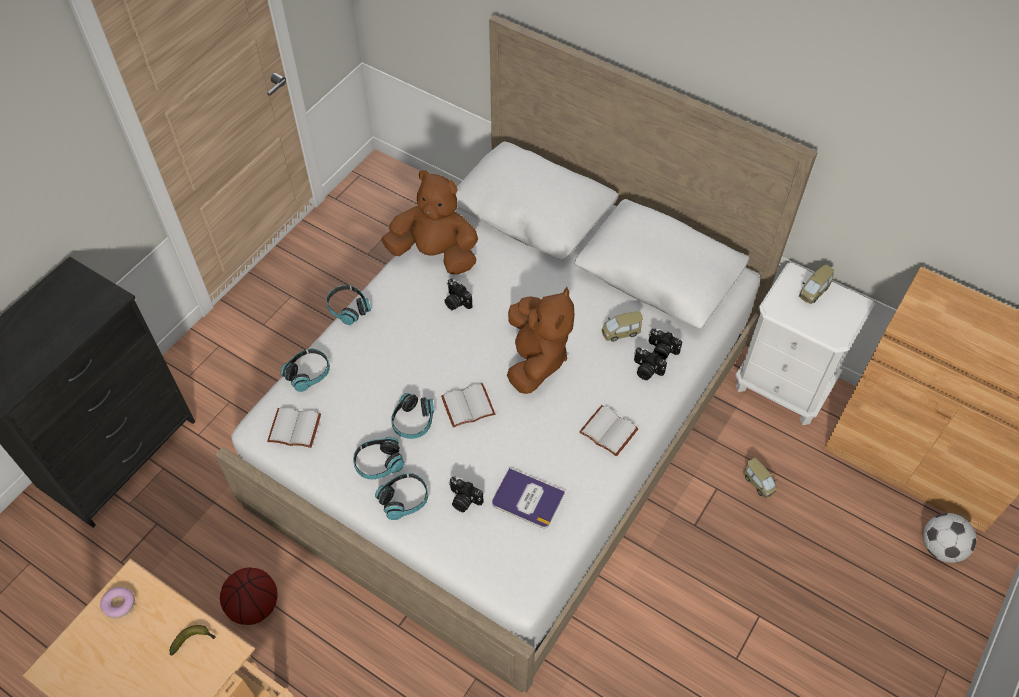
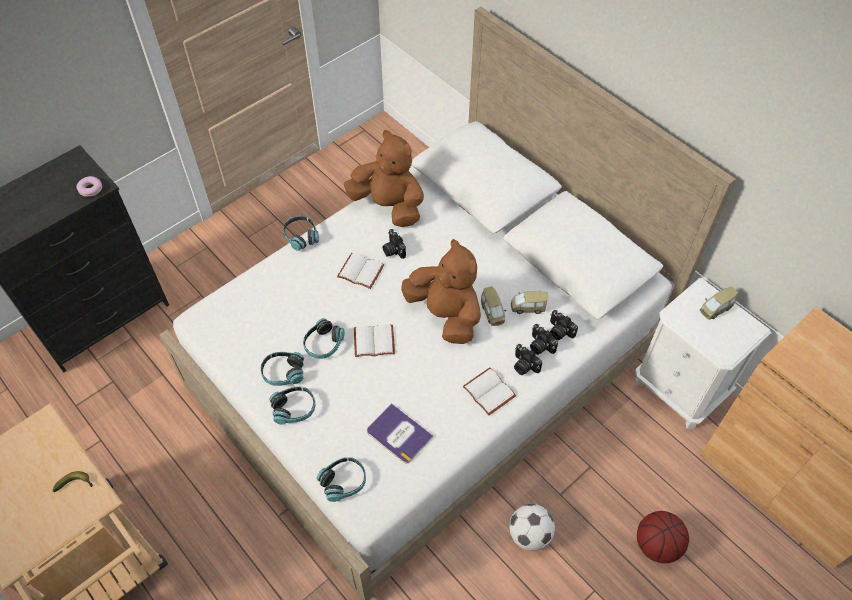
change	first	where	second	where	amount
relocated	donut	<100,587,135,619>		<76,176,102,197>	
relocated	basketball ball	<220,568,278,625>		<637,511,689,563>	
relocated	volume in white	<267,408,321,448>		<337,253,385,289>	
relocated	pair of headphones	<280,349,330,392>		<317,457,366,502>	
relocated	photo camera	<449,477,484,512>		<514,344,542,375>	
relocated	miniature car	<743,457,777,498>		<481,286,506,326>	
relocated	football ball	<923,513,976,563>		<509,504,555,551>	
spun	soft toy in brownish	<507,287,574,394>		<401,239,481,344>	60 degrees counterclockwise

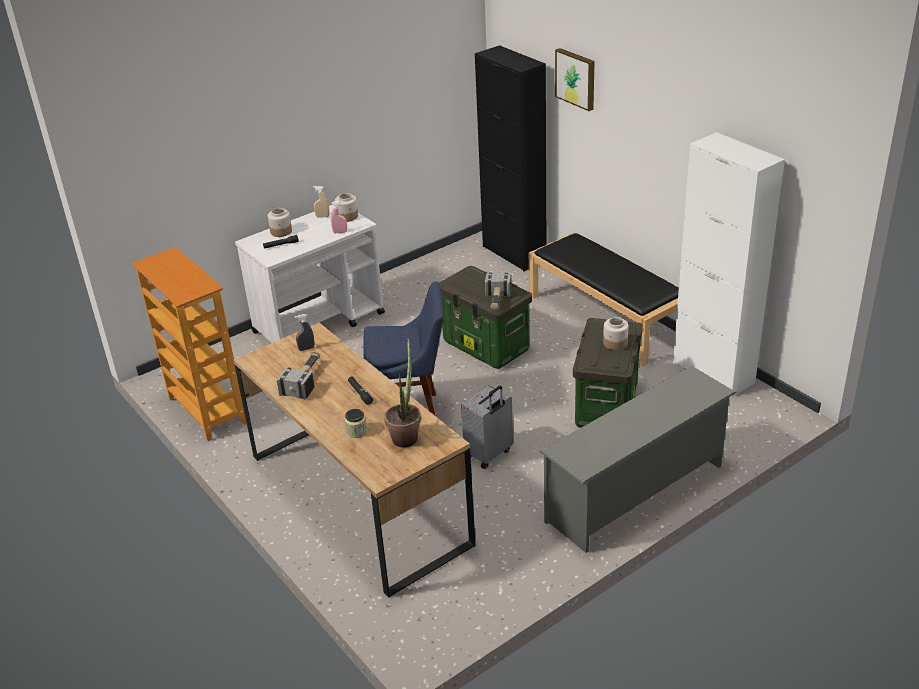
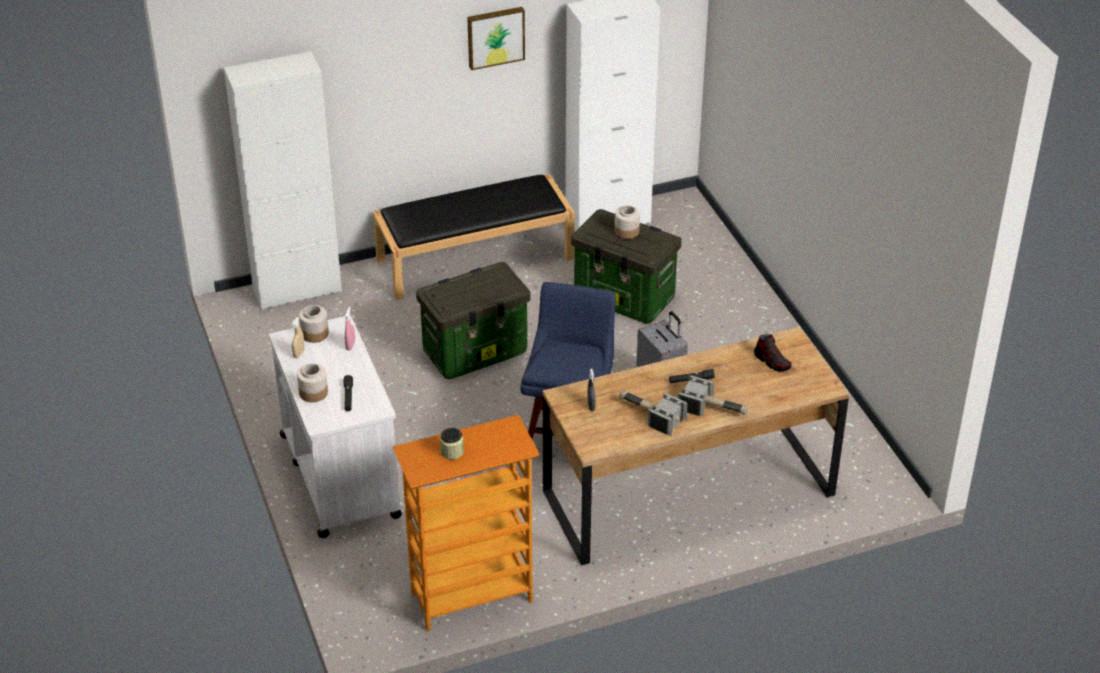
change	first	where	second	where	amount
missing	shoe stand in greyish	<540,366,736,553>			
relocated	storage jar	<345,409,367,438>		<440,428,464,460>	
relocated	hand hammer	<485,272,512,310>		<678,376,749,416>	
relocated	picture	<555,48,595,111>		<467,7,525,70>	
exchanged	houseplant	<384,337,421,448>	shoe	<754,334,792,372>	
colour	storage cabinet in black-coloured	<475,45,546,271>	storage cabinet in white	<224,51,342,310>	

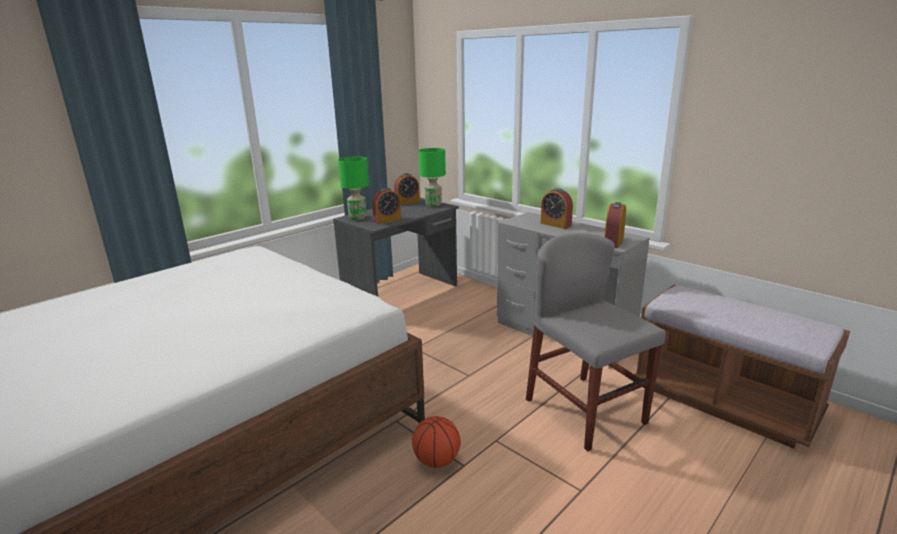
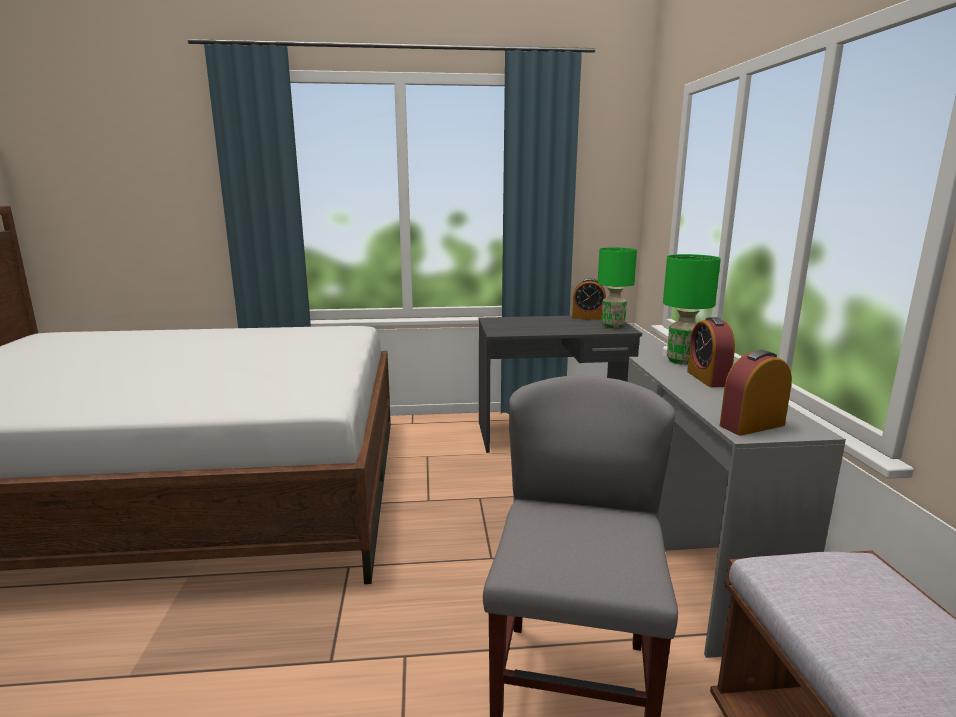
change	first	where	second	where	amount
missing	bedside clock	<372,188,401,224>			
missing	basketball ball	<412,416,461,468>			
relocated	table lamp in greenish	<338,157,369,220>		<663,254,721,365>	

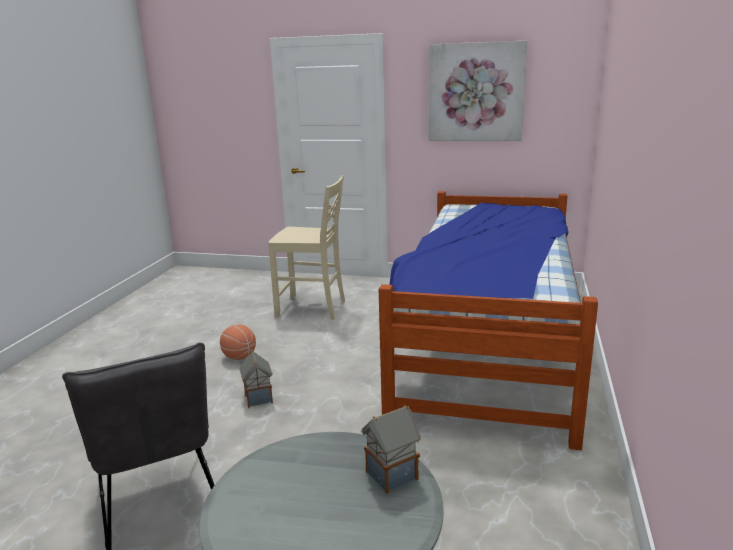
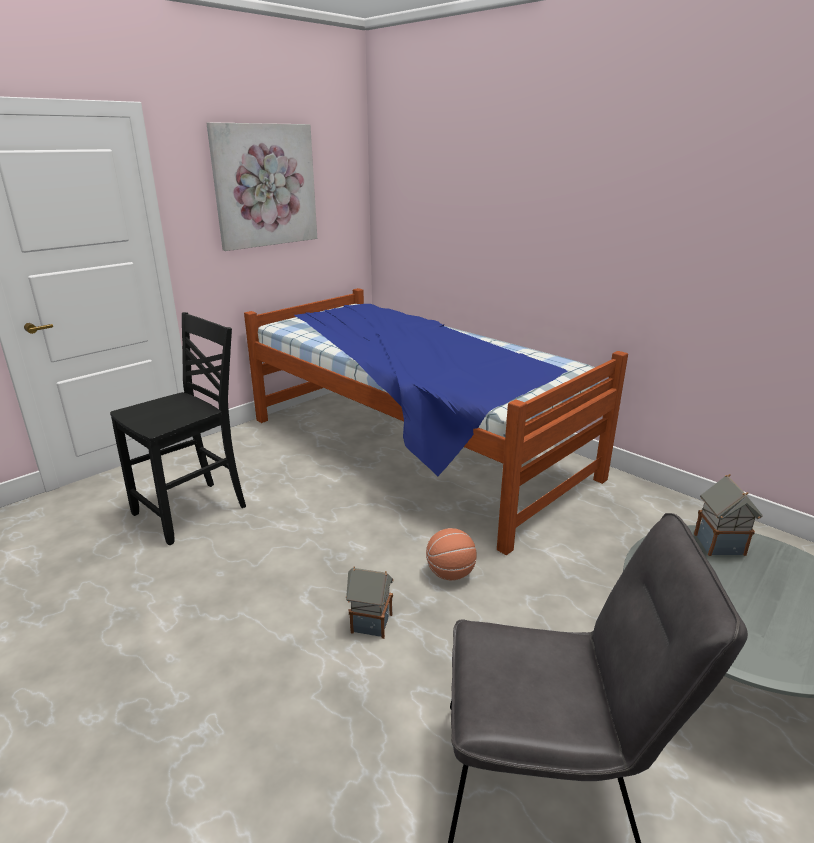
change	first	where	second	where	amount
relocated	basketball ball	<220,324,256,360>		<426,528,477,580>	
colour	upright chair in beige	<268,175,345,320>	upright chair in black-coloured	<110,312,246,545>	

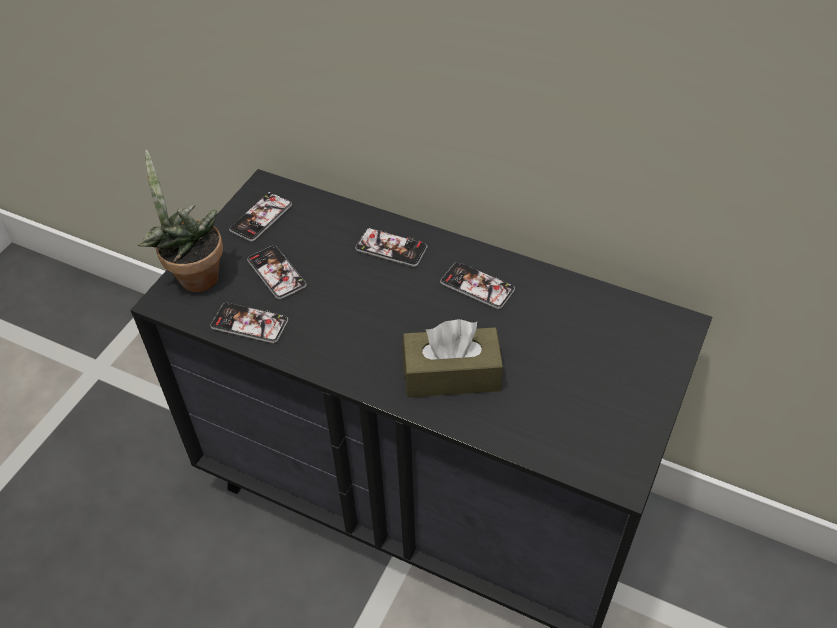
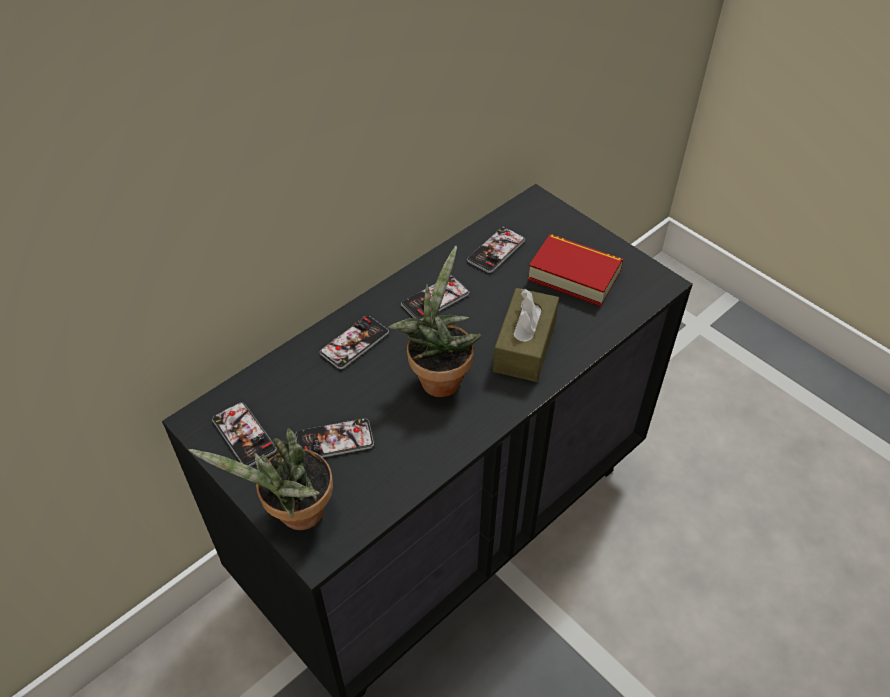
change	first	where	second	where	amount
appeared			houseplant	<388,246,481,397>	
appeared			volume	<528,234,623,307>	
relocated	phone	<210,303,288,343>		<467,226,525,273>	

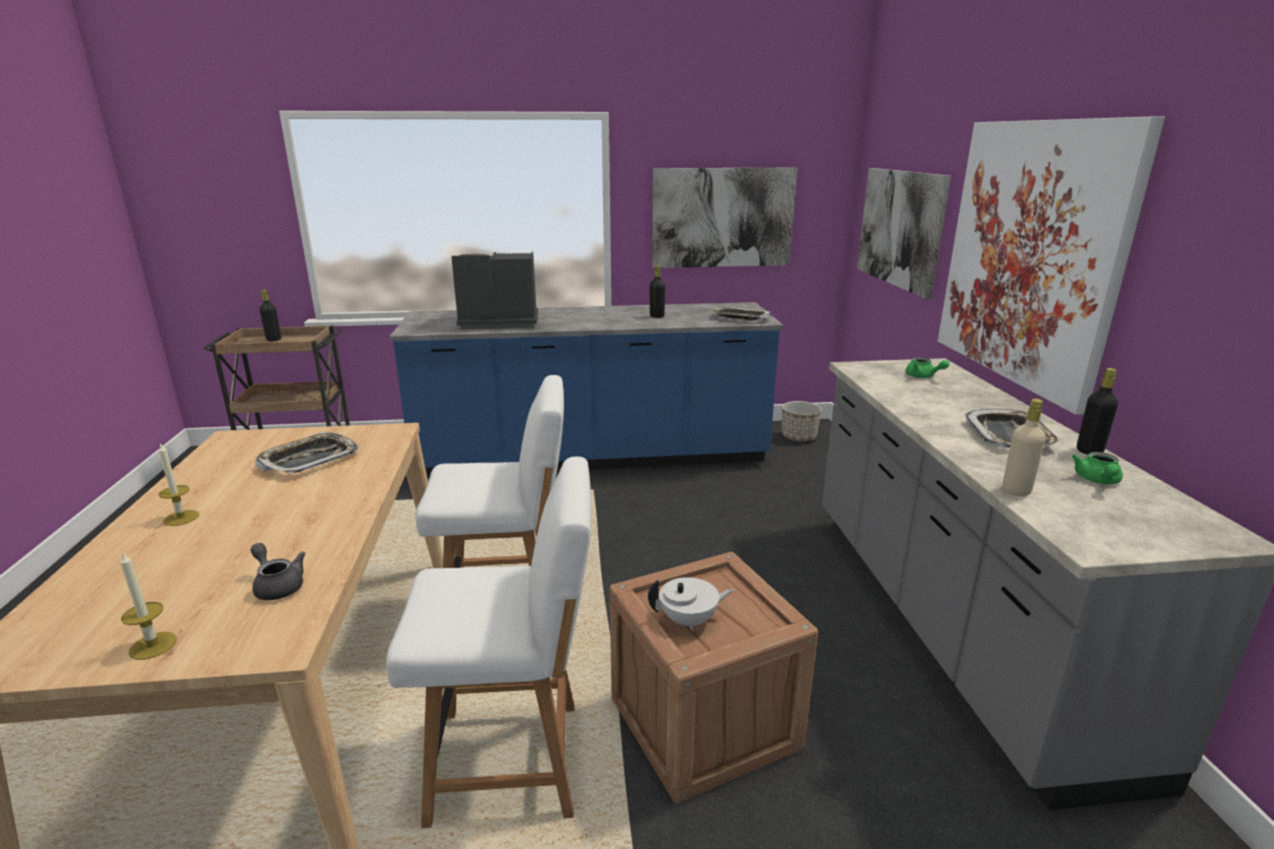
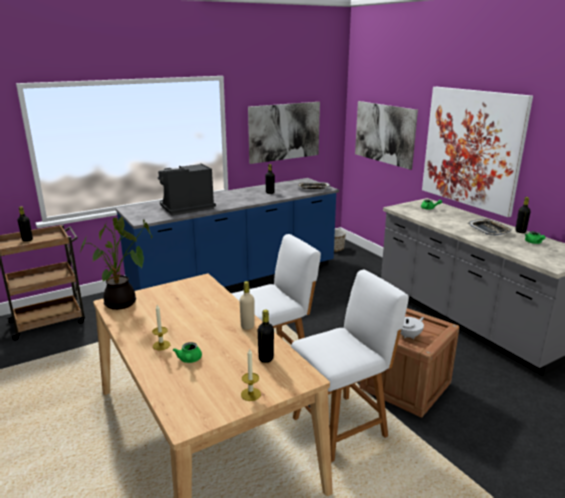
change	first	where	second	where	amount
missing	serving tray	<255,432,359,474>			
appeared			houseplant	<80,217,152,310>	
appeared			teapot in greenish	<173,342,202,363>	
relocated	bottle in beige	<1002,399,1046,496>		<239,281,255,330>	
exchanged	teapot in greyish	<251,543,306,600>	bottle in black-coloured	<258,309,274,363>	

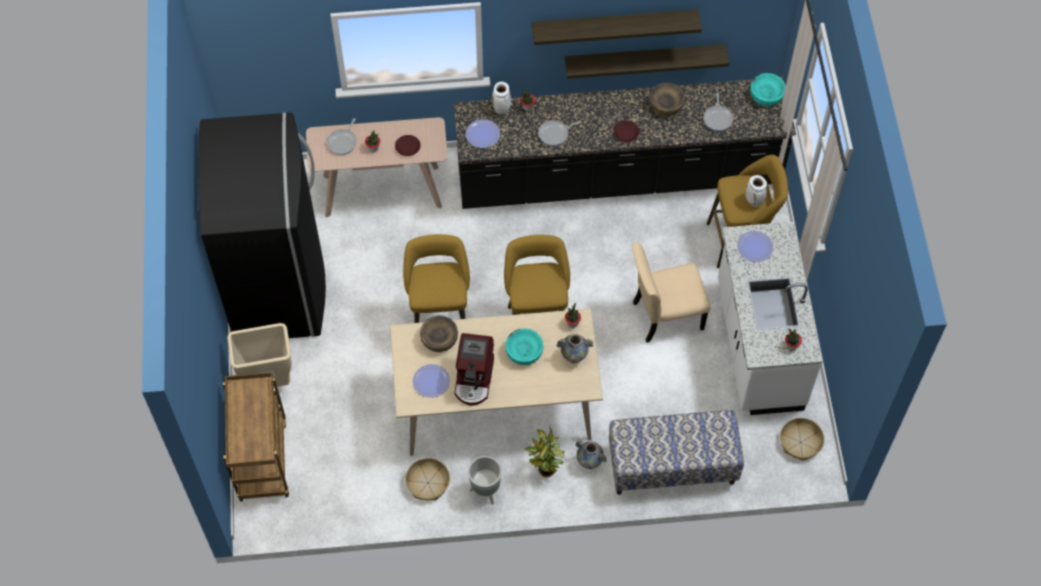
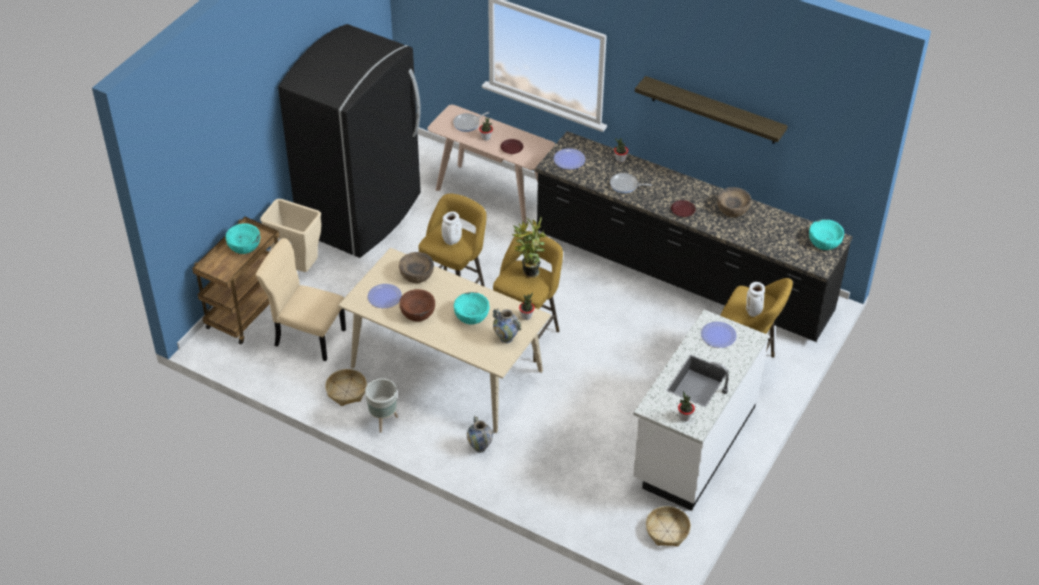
change	first	where	second	where	amount
missing	wall shelf	<565,44,729,79>			
missing	indoor bench	<609,410,744,495>			
missing	frying pan	<703,92,733,131>			
appeared			serving bowl in turquoise	<226,224,260,254>	
relocated	decorative vase in white	<492,82,511,114>		<441,211,462,245>	
relocated	houseplant	<524,427,565,478>		<512,217,546,278>	
relocated	upright chair in beige	<632,242,710,343>		<256,238,346,361>	
exchanged	coffee machine	<454,333,494,405>	serving bowl in brownish	<400,289,435,322>	

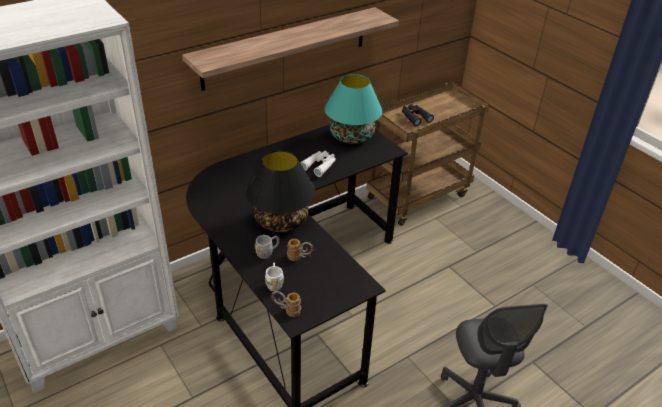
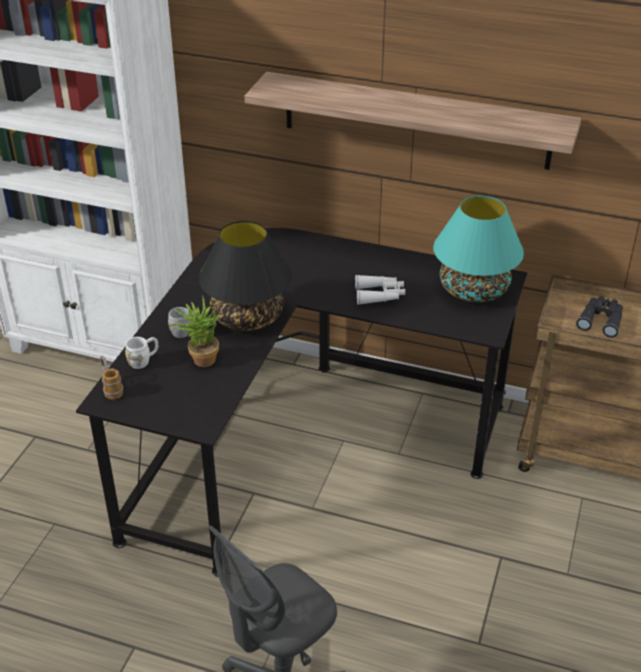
change	first	where	second	where	amount
exchanged	tea mug	<287,239,314,261>	houseplant	<171,296,220,367>	

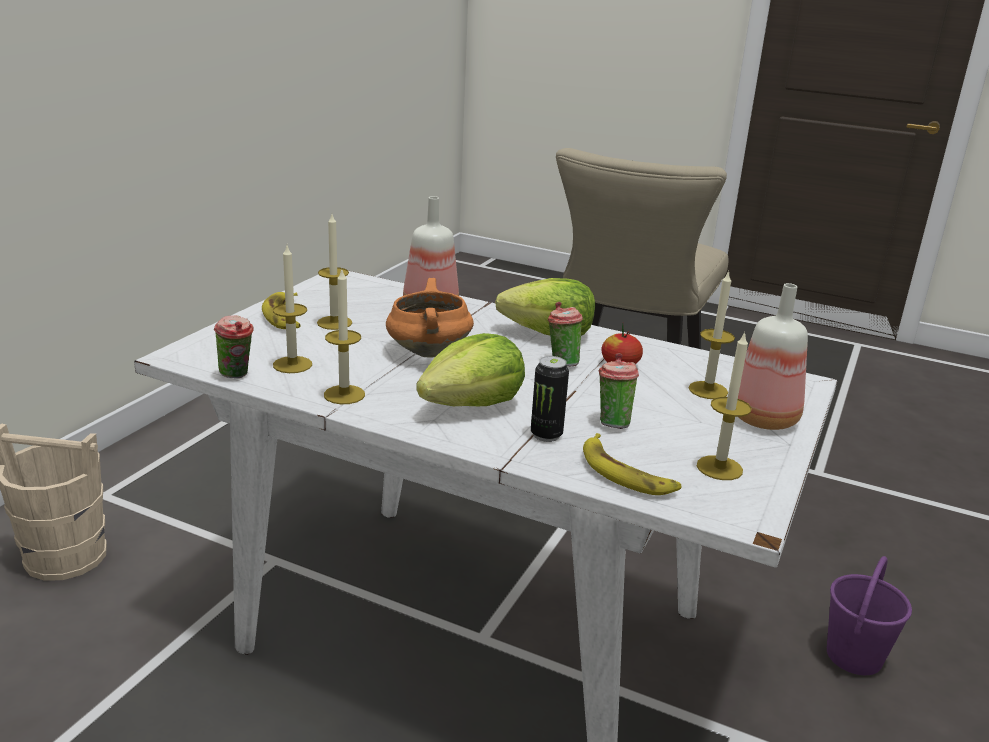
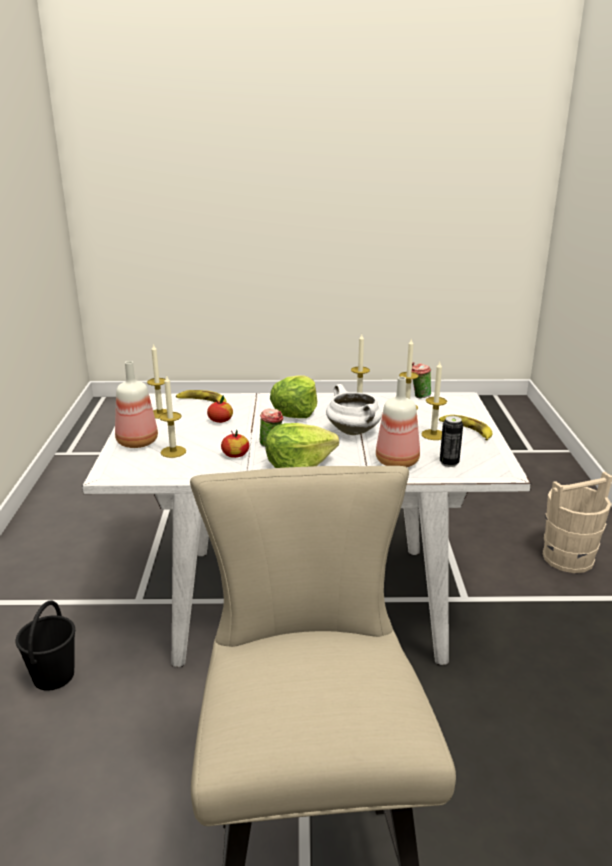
change	first	where	second	where	amount
relocated	sealed can	<531,356,569,442>		<440,416,463,467>	
exchanged	cup	<598,353,639,429>	apple fruit	<207,395,233,423>	
colour	cooking pot in orangey	<386,278,474,357>	cooking pot in white	<326,384,382,435>	
colour	water bucket in purplish	<827,556,912,675>	water bucket in black-coloured	<16,600,75,691>	

